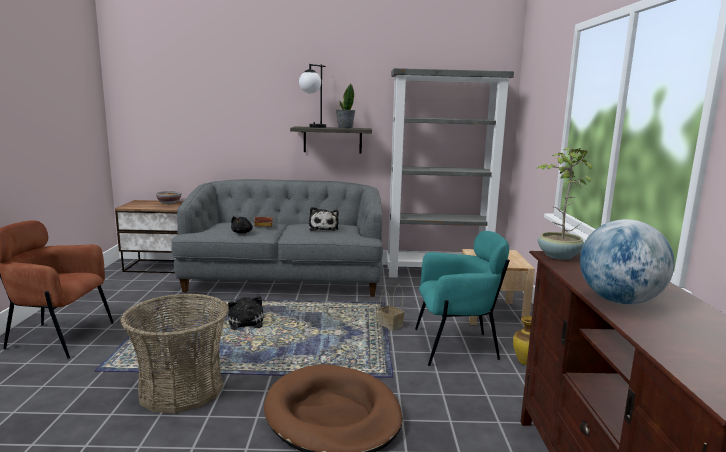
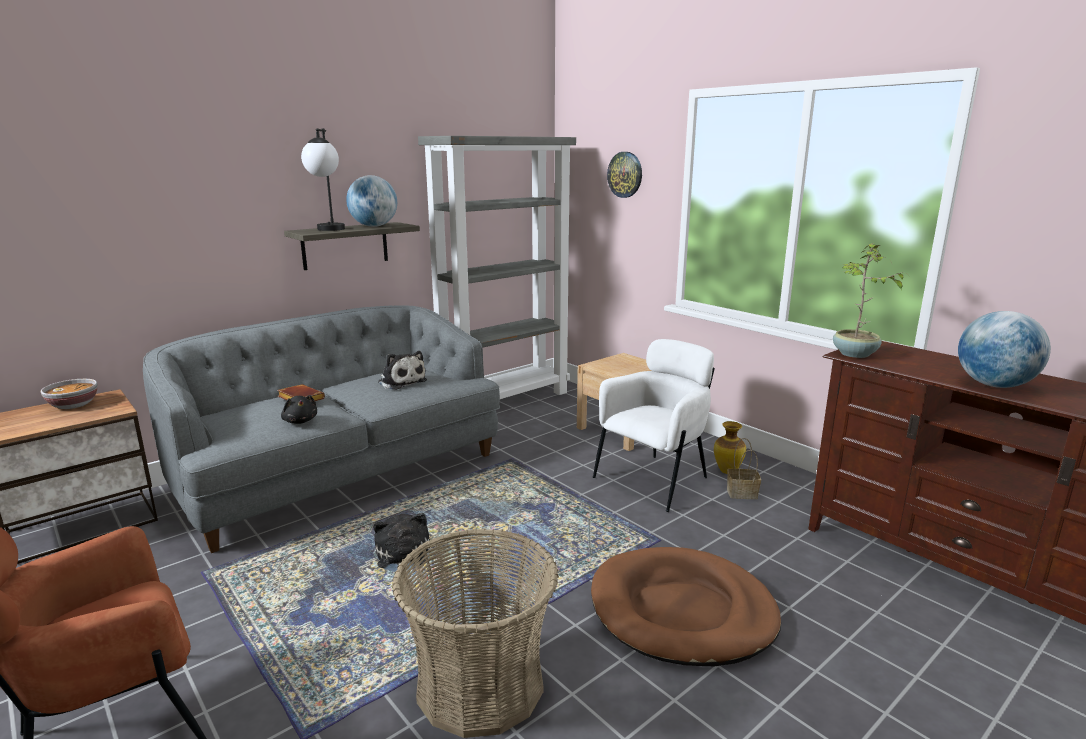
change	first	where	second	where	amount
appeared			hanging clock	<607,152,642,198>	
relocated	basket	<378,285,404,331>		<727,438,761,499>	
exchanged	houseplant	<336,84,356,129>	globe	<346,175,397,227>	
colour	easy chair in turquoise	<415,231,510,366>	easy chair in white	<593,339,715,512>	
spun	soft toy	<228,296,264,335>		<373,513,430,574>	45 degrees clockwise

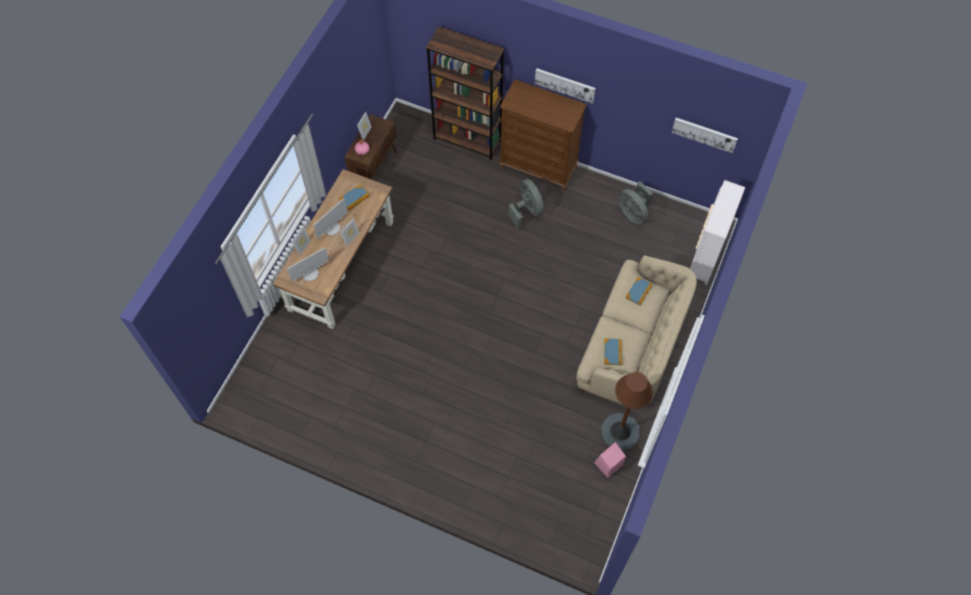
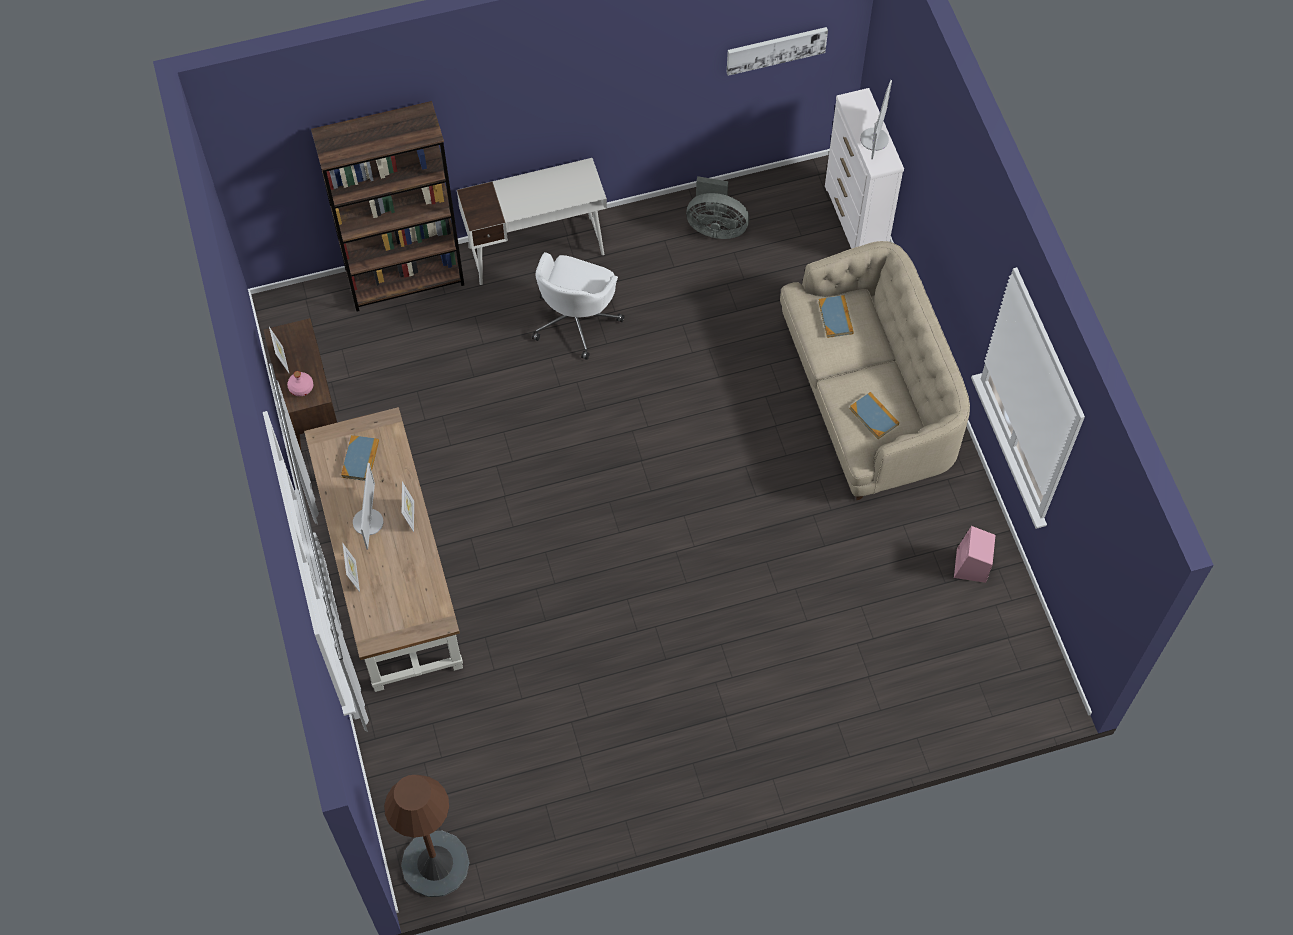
change	first	where	second	where	amount
missing	picture	<535,68,595,103>			
relocated	monitor	<287,247,329,282>		<860,80,892,159>	
relocated	floor lamp in brownish	<601,372,653,450>		<384,775,470,897>	
exchanged	chest of drawers in brownish	<500,79,587,191>	desk unit in white	<457,158,607,285>	
exchanged	cooling fan in greyish	<509,179,544,229>	desk chair in white	<532,252,624,360>	

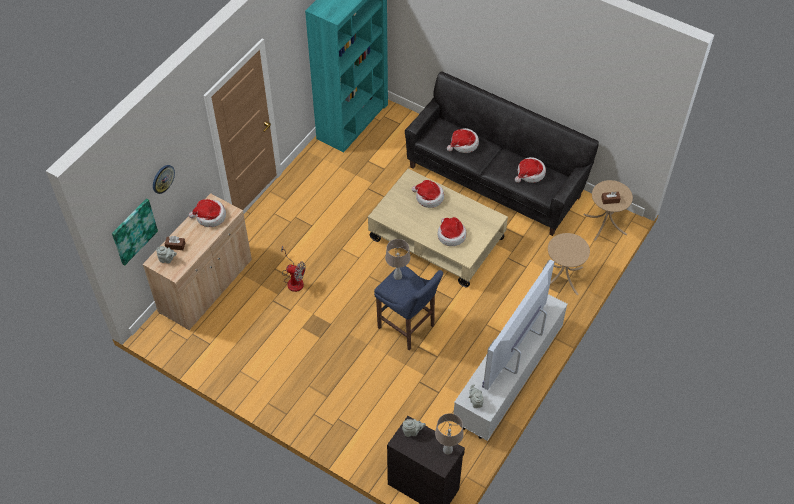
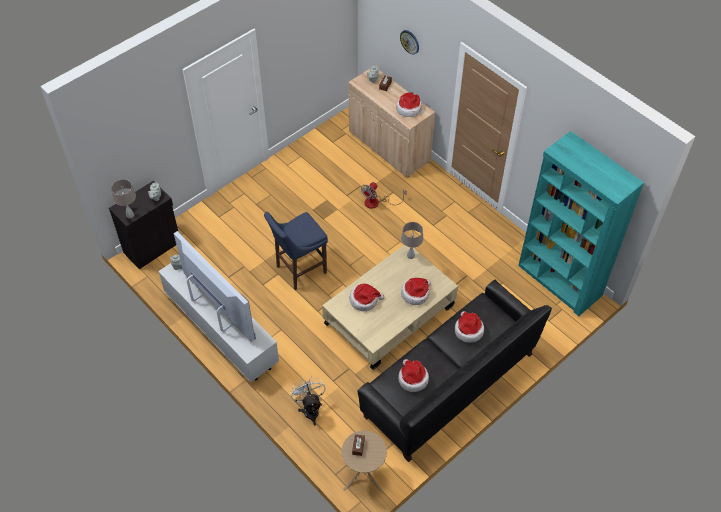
change	first	where	second	where	amount
missing	picture	<112,198,158,265>			
relocated	table lamp in beige	<385,239,410,280>		<401,222,423,259>	
exchanged	end table in beige	<548,233,590,295>	cooling fan in white	<290,376,326,425>	

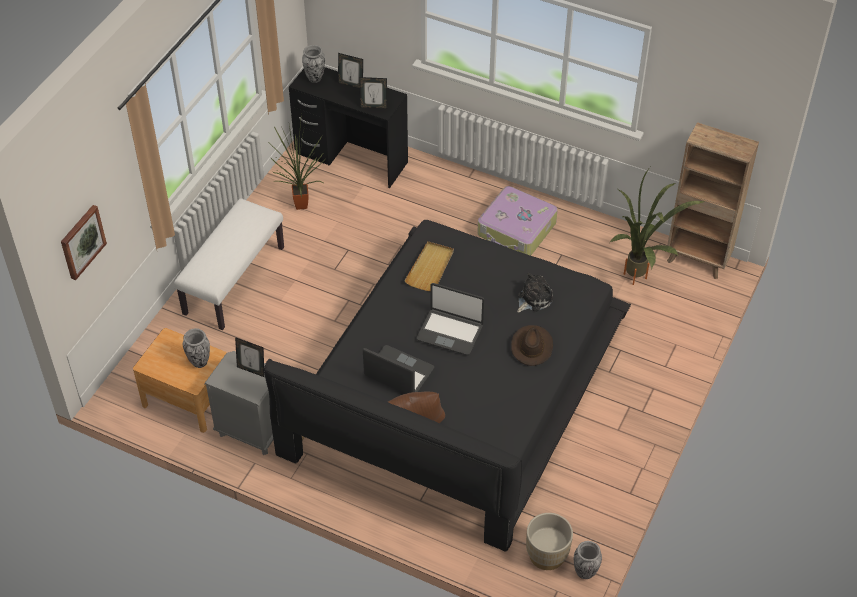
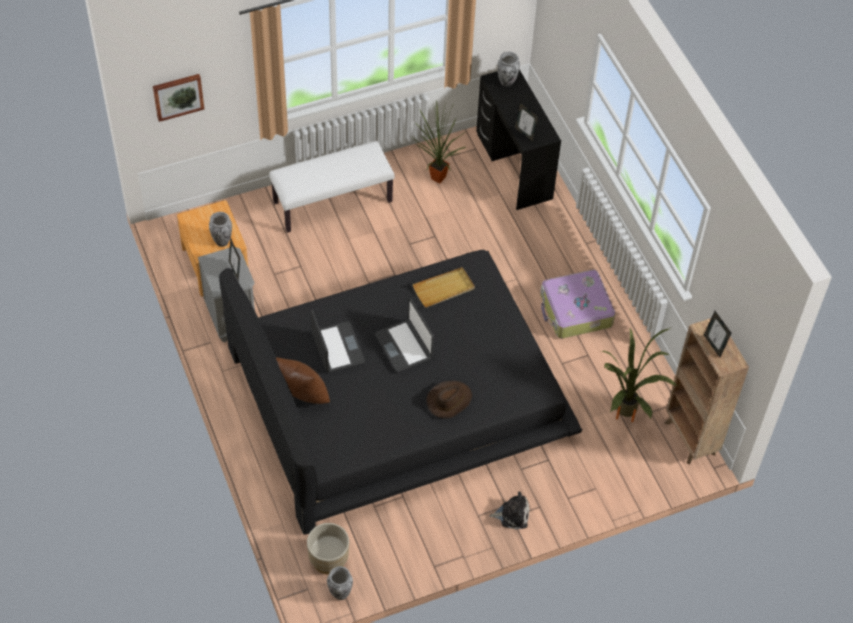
change	first	where	second	where	amount
relocated	picture frame	<338,53,363,89>		<704,311,731,357>	
relocated	soft toy	<517,273,554,313>		<489,491,529,530>	

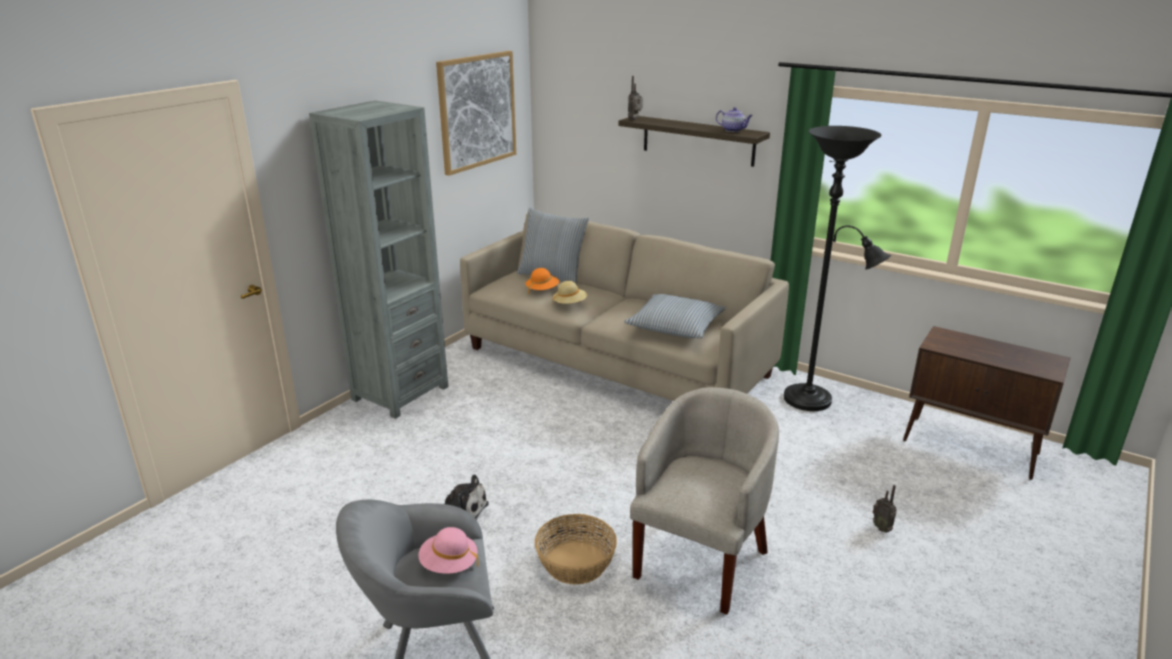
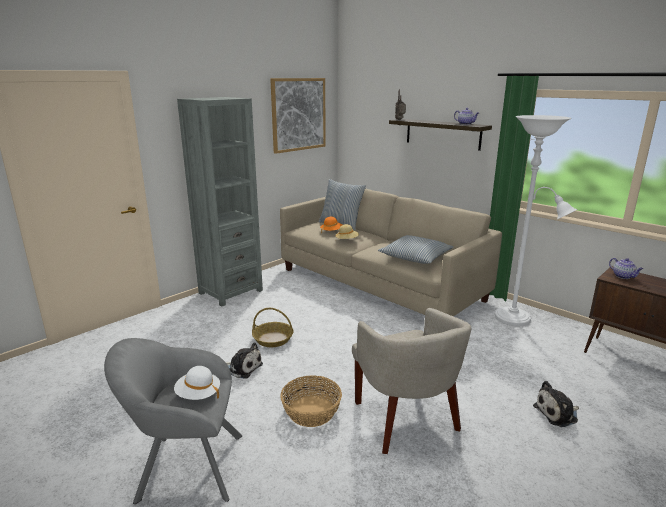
change	first	where	second	where	amount
appeared			basket	<252,308,294,347>	
appeared			teapot	<609,258,643,279>	
exchanged	radio	<872,485,897,533>	soft toy	<533,381,579,427>	
colour	wearable hat in pinkish	<418,527,478,574>	wearable hat in white	<174,366,220,400>	
colour	floor lamp in black-coloured	<784,126,891,411>	floor lamp in white	<495,115,577,326>	
spun	easy chair in beige	<630,387,779,615>		<352,308,471,454>	120 degrees clockwise

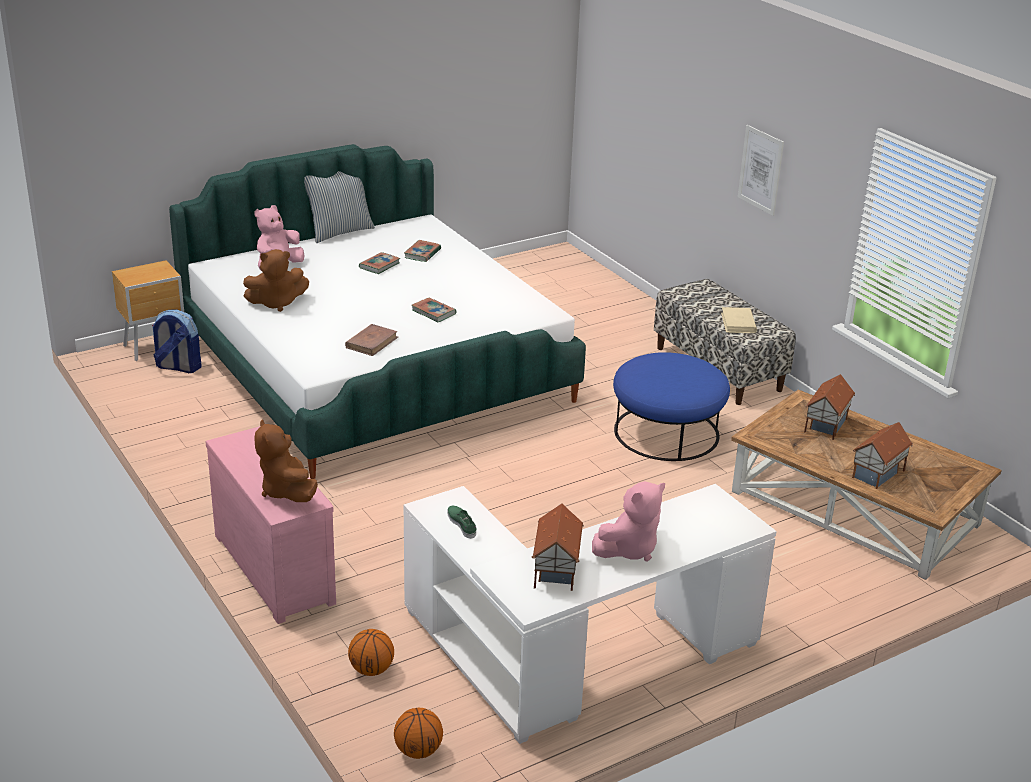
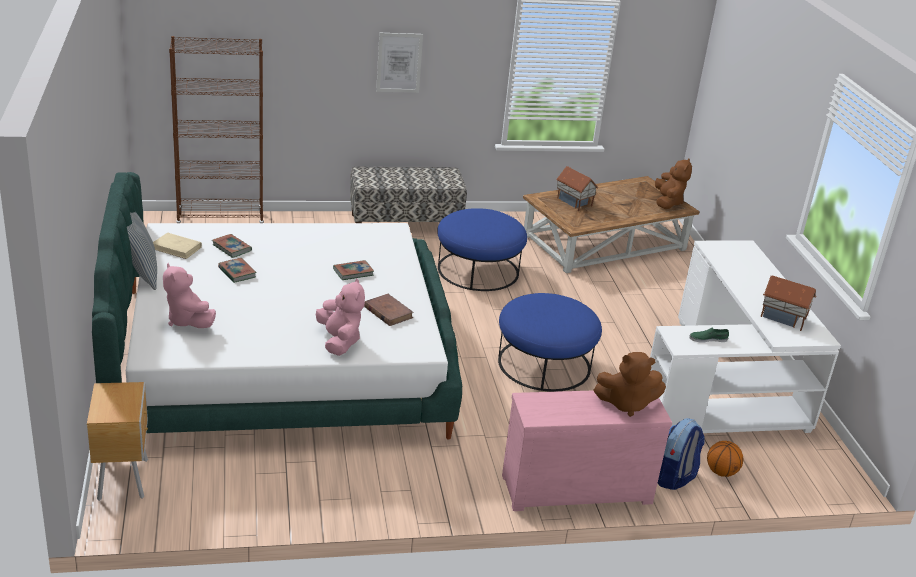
change	first	where	second	where	amount
missing	basketball ball	<394,708,443,759>			
missing	miniature house	<852,422,913,489>			
appeared			shelving unit in brownish	<169,36,264,223>	
appeared			pouffe in blue	<498,293,602,392>	
relocated	knapsack	<152,309,202,373>		<658,418,705,490>	
relocated	soft toy in brownish	<243,249,309,312>		<655,158,692,209>	
relocated	soft toy in pinkish	<592,481,665,561>		<316,278,365,356>	
relocated	volume in beige	<721,307,757,333>		<153,232,202,259>	

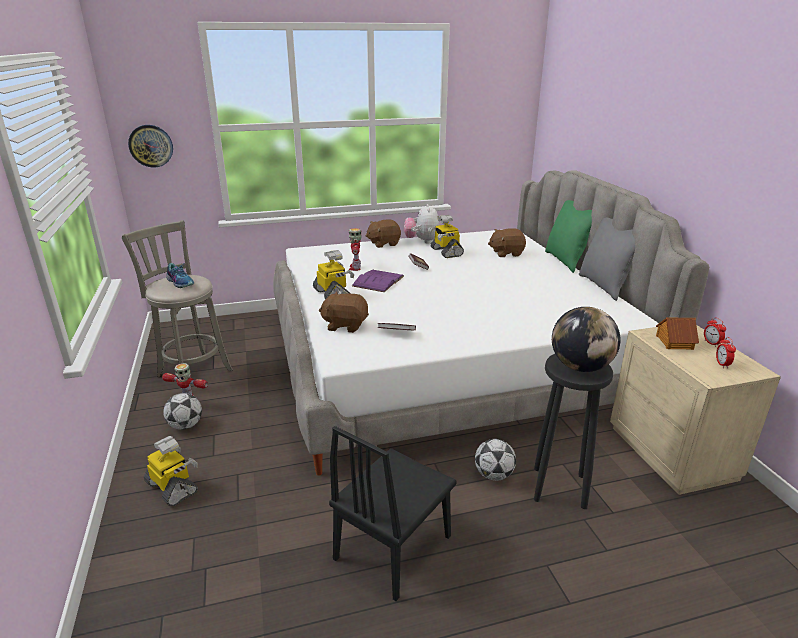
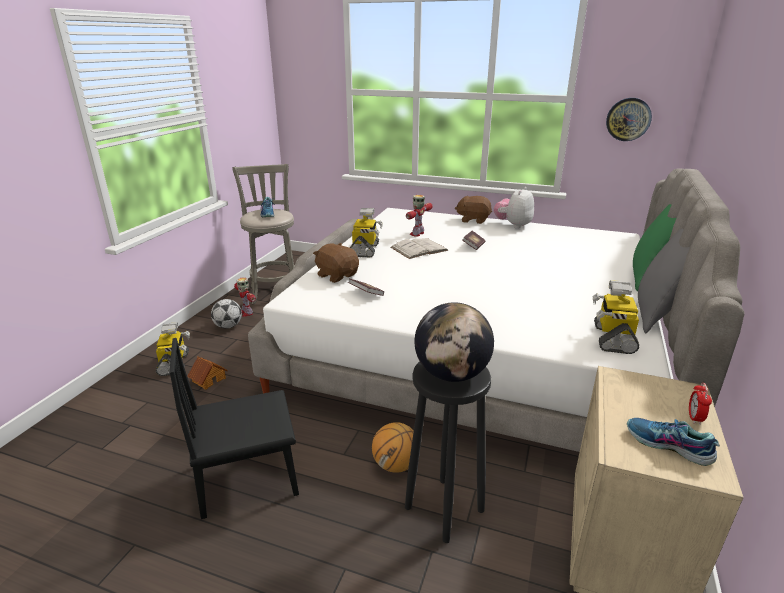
change	first	where	second	where	amount
missing	soft toy in brownish	<488,228,526,257>			
relocated	hanging clock	<128,125,173,168>		<606,98,652,141>	
relocated	toy robot	<428,215,464,258>		<593,280,639,354>	
relocated	miniature house	<656,317,699,350>		<187,356,228,390>	
exchanged	football ball	<475,439,516,481>	basketball ball	<372,422,414,473>	
exchanged	bedside clock	<716,337,736,368>	shoe	<627,418,720,466>	
colour	volume in purplish	<352,270,404,292>	volume in white	<390,238,448,259>	

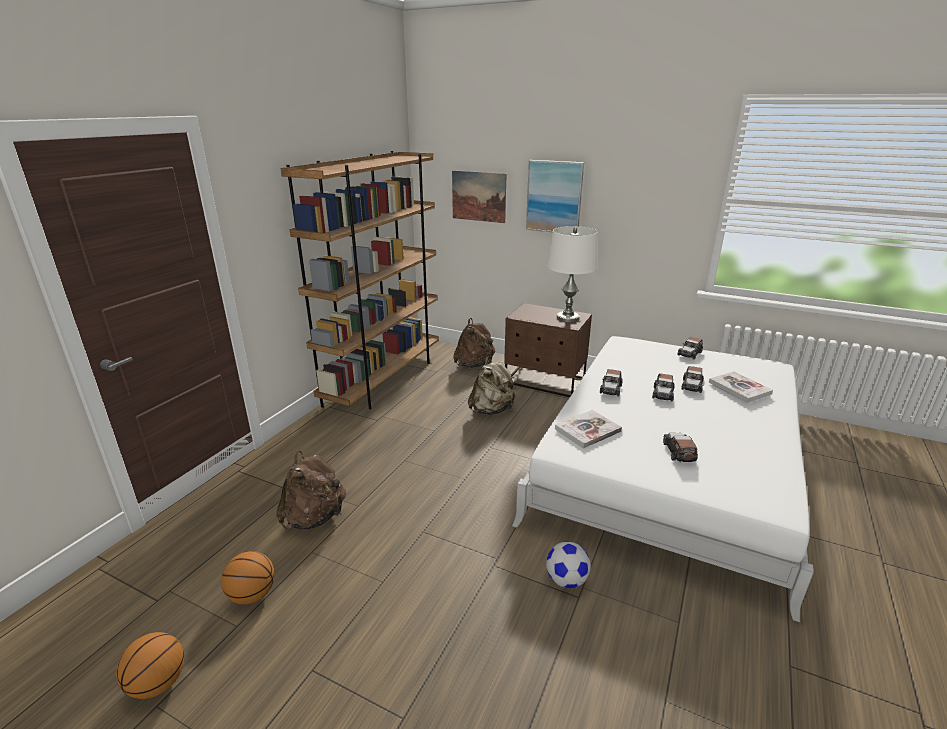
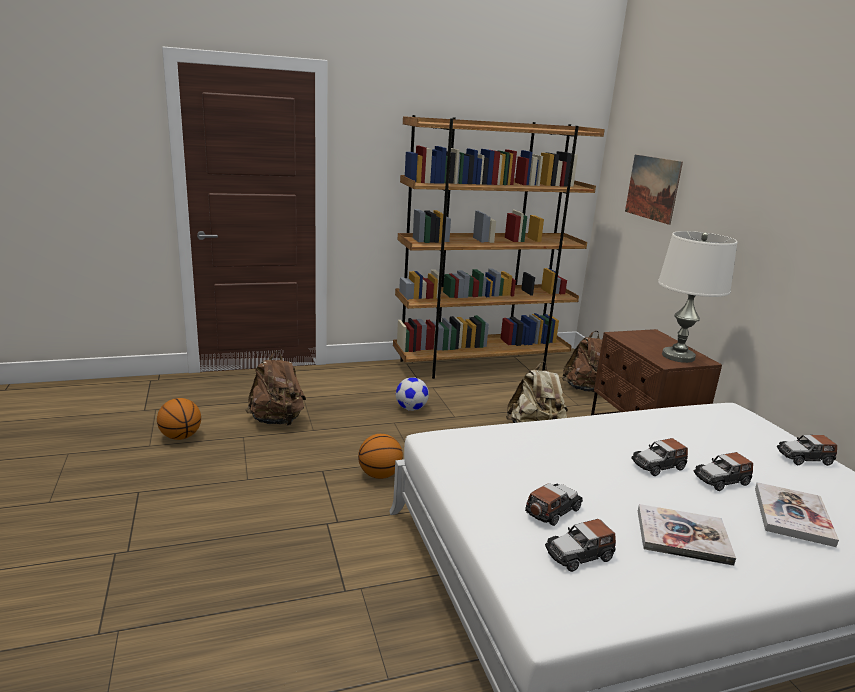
change	first	where	second	where	amount
missing	picture	<526,160,584,232>			
relocated	basketball ball	<116,632,184,699>		<358,434,403,479>	
relocated	football ball	<546,542,591,588>		<396,377,429,411>	
relocated	volume	<555,410,622,449>		<638,504,736,566>	
relocated	miniature car	<600,369,623,396>		<545,519,616,572>	

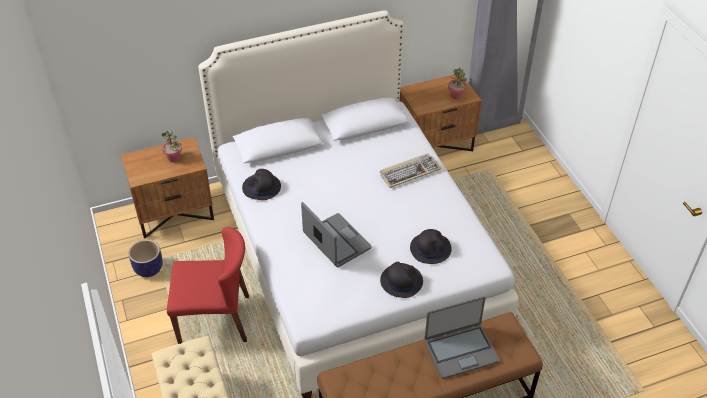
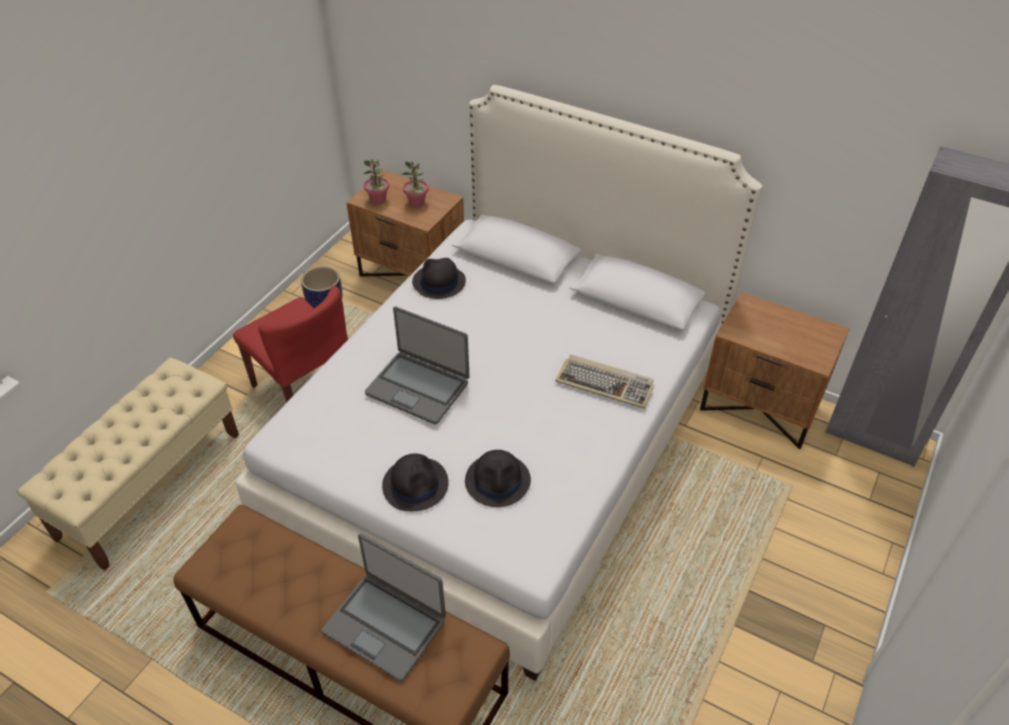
change	first	where	second	where	amount
relocated	houseplant	<448,67,467,100>		<364,159,389,205>	
spun	portable computer	<301,202,372,267>		<365,307,470,424>	105 degrees clockwise

